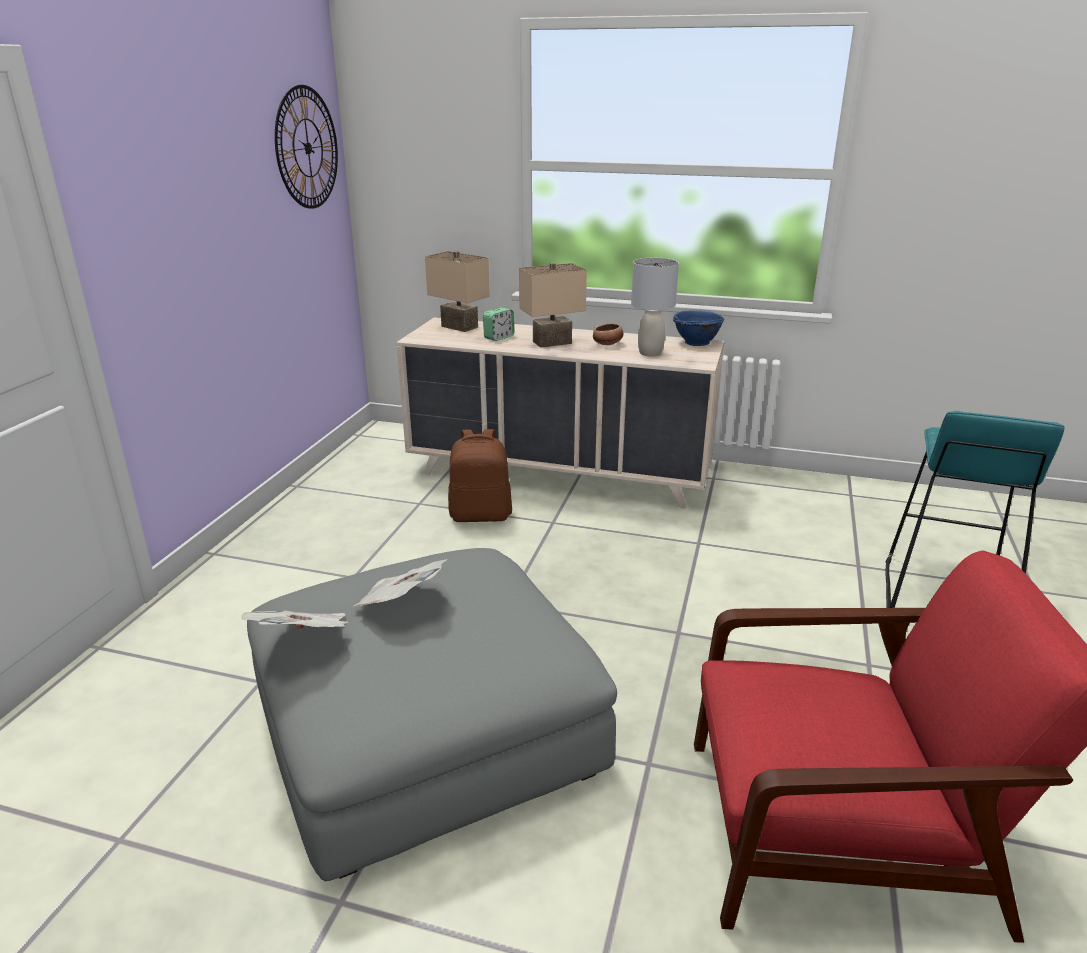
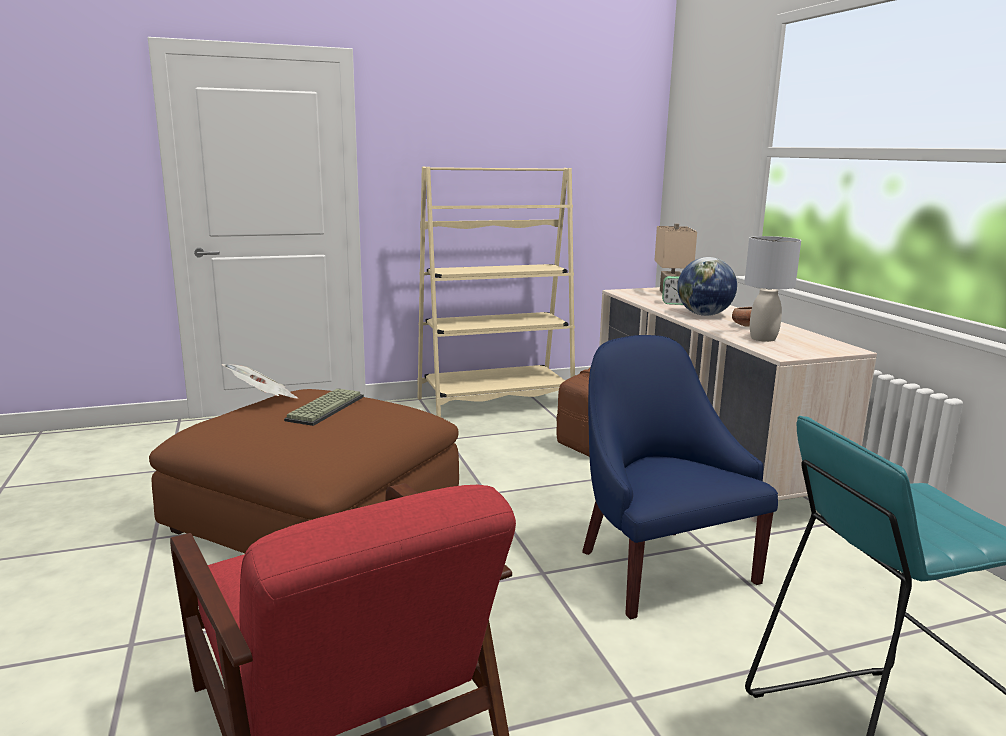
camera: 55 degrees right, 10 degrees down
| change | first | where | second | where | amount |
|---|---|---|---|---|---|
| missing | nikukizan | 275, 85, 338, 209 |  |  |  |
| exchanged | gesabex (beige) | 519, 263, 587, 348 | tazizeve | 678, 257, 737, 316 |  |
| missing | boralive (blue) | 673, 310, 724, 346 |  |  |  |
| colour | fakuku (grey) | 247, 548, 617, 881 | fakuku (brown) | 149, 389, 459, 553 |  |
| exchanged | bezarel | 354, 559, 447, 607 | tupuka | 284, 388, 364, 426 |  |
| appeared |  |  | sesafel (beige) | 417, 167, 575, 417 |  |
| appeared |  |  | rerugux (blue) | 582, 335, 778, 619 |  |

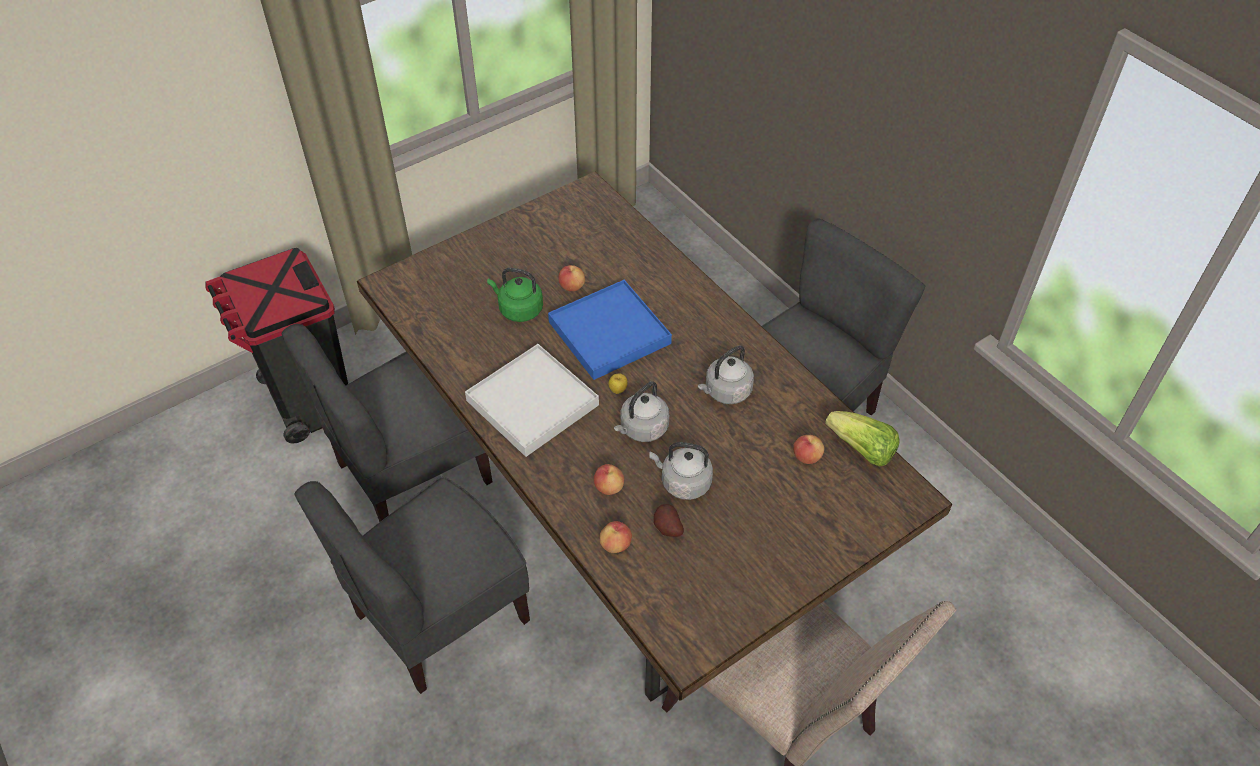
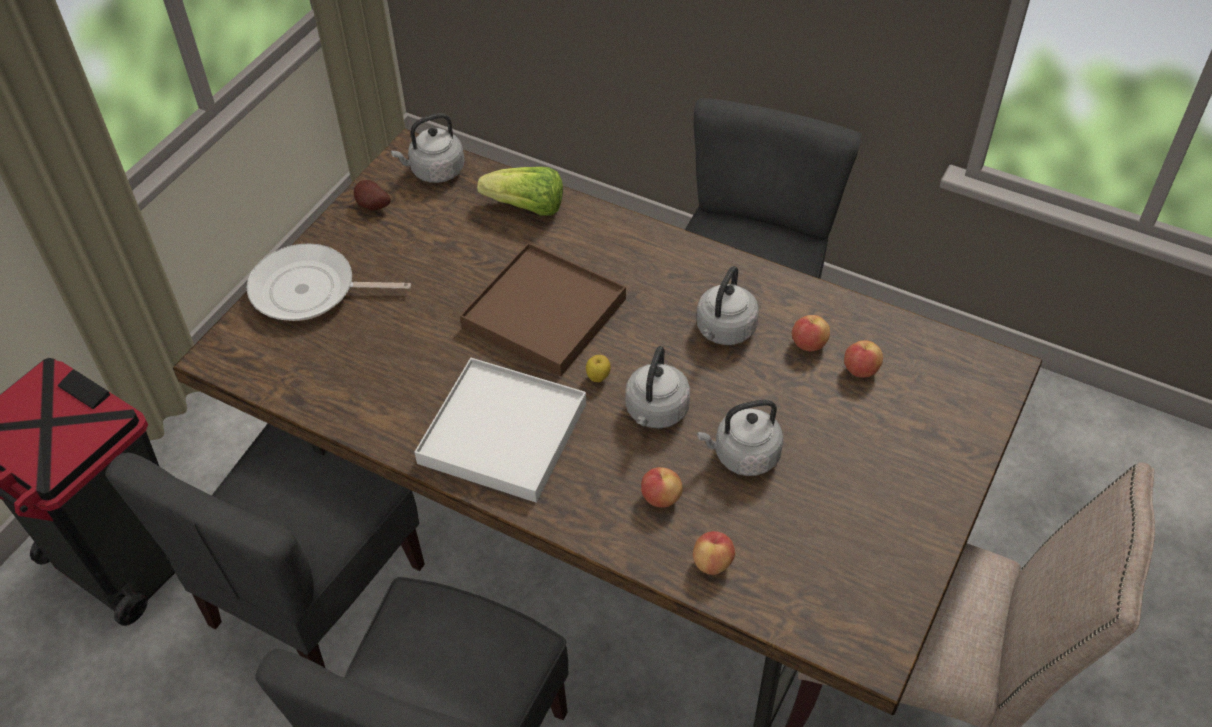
camera: 25 degrees left, 0 degrees up
| change | first | where | second | where | amount |
|---|---|---|---|---|---|
| relocated | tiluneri | 559, 265, 585, 291 |  | 792, 315, 830, 351 |  |
| missing | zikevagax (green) | 487, 268, 543, 322 |  |  |  |
| colour | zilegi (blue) | 548, 280, 672, 380 | zilegi (brown) | 460, 242, 626, 376 |  |
| relocated | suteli | 825, 411, 900, 467 |  | 477, 167, 563, 216 |  |
| relocated | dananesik | 654, 504, 684, 537 |  | 354, 180, 390, 211 |  |
| appeared |  |  | zikevagax (grey) | 391, 113, 465, 183 |  |
| appeared |  |  | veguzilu | 247, 243, 411, 321 |  |

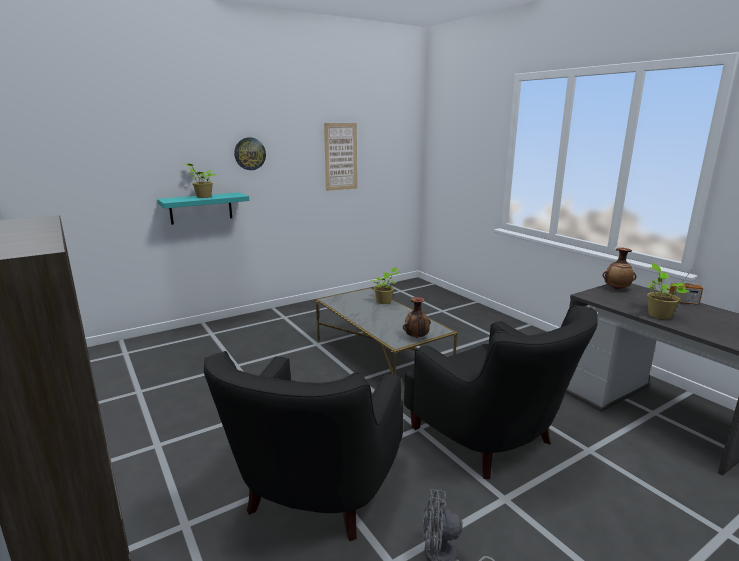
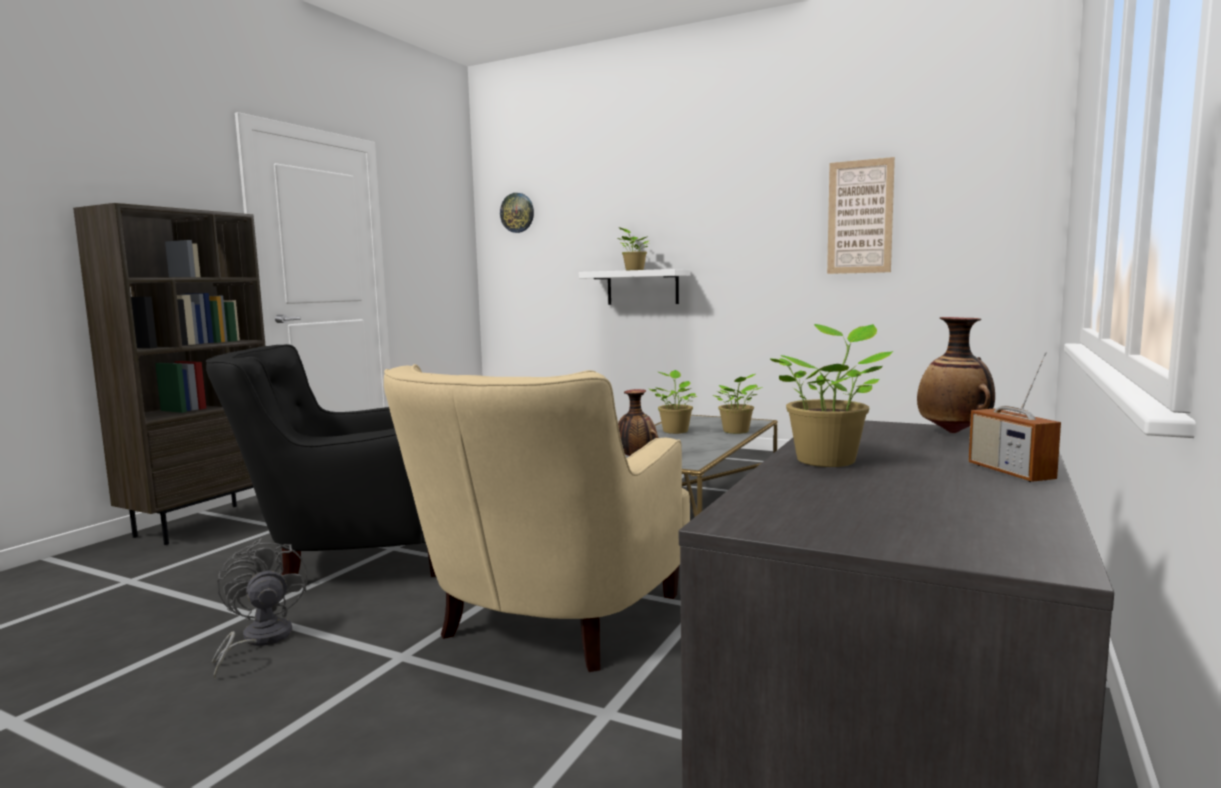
camera: 60 degrees right, 10 degrees down
| change | first | where | second | where | amount |
|---|---|---|---|---|---|
| relocated | nikukizan | 234, 137, 266, 170 |  | 500, 193, 534, 233 |  |
| colour | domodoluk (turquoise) | 157, 192, 249, 225 | domodoluk (white) | 579, 269, 691, 305 |  |
| colour | rerugux (black) | 404, 305, 598, 479 | rerugux (beige) | 384, 364, 690, 672 |  |
| appeared |  |  | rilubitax | 649, 370, 697, 434 |  |

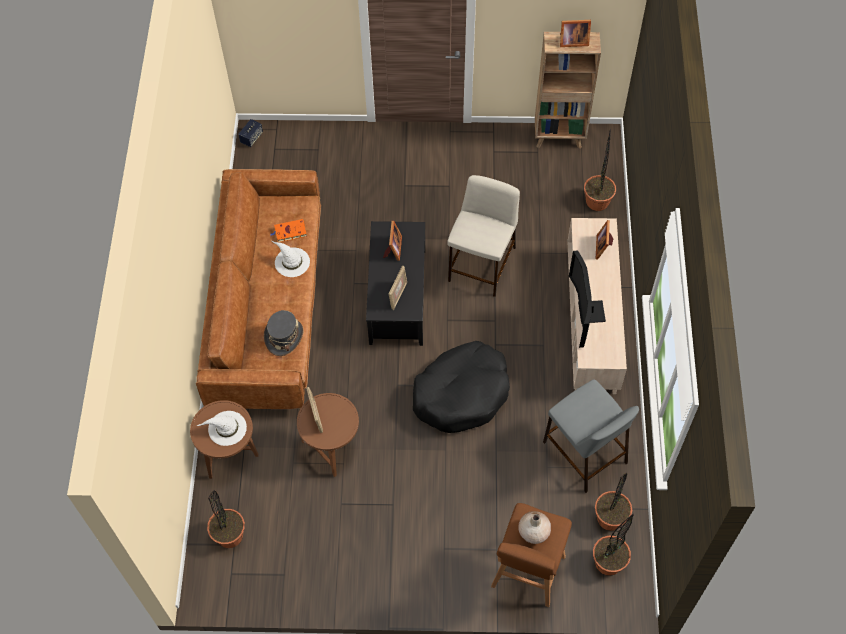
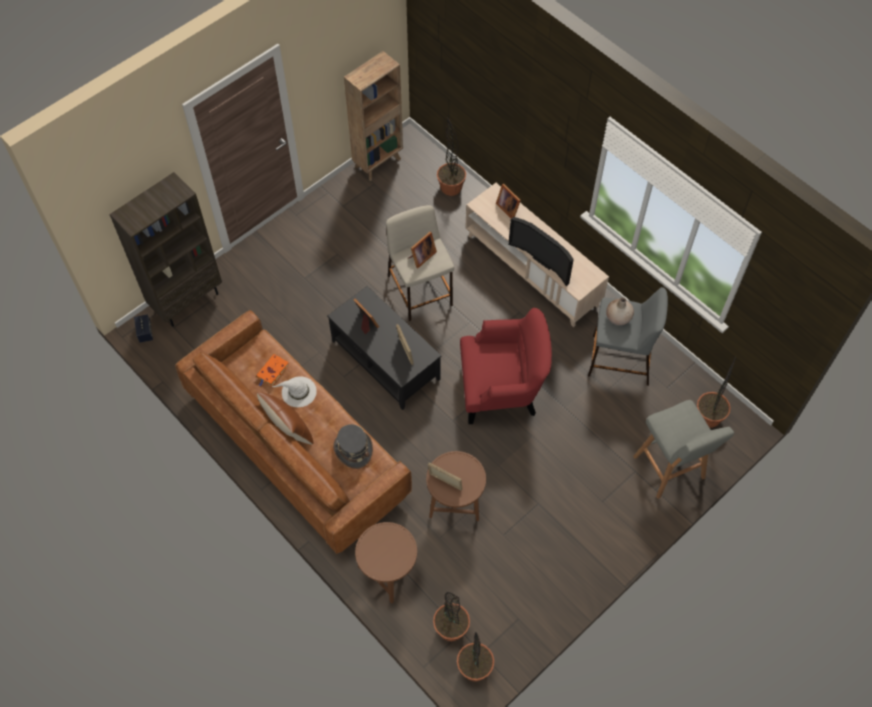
camera: 45 degrees left, 0 degrees up
| change | first | where | second | where | amount |
|---|---|---|---|---|---|
| relocated | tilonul | 560, 20, 591, 47 |  | 408, 232, 437, 268 |  |
| exchanged | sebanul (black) | 413, 341, 510, 433 | rerugux (red) | 460, 308, 552, 424 |  |
| missing | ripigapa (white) | 197, 411, 247, 446 |  |  |  |
| relocated | rilubitax | 595, 473, 632, 531 |  | 457, 632, 494, 682 |  |
| colour | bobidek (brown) | 491, 503, 572, 607 | bobidek (grey) | 633, 400, 734, 499 |  |
| relocated | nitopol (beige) | 518, 511, 551, 544 |  | 606, 297, 634, 325 |  |
| appeared |  |  | sesafel (brown) | 109, 172, 222, 327 |  |
| appeared |  |  | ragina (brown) | 257, 392, 313, 444 |  |

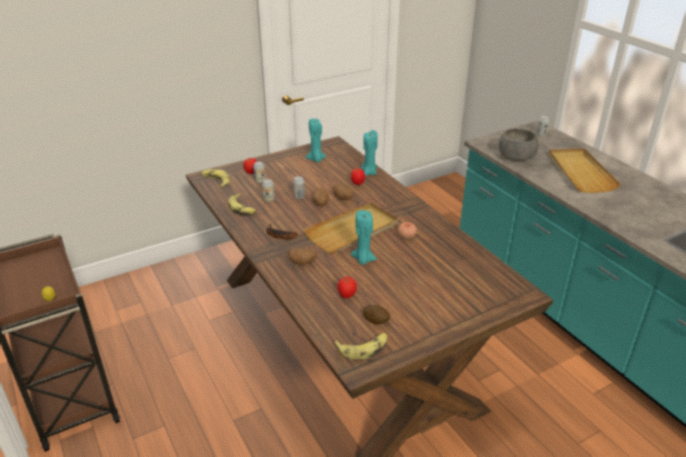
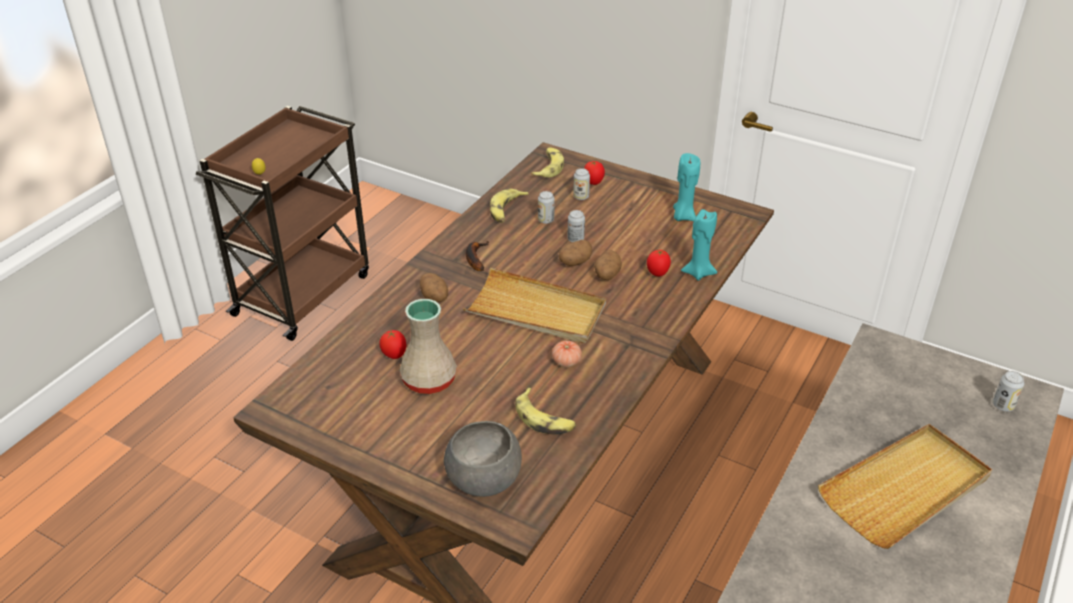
camera: 60 degrees right, 5 degrees up
| change | first | where | second | where | amount |
|---|---|---|---|---|---|
| relocated | boralive (grey) | 499, 128, 539, 161 |  | 444, 421, 522, 497 |  |
| missing | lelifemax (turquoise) | 351, 210, 377, 265 |  |  |  |
| missing | dananesik | 363, 305, 390, 325 |  |  |  |
| relocated | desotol | 334, 333, 387, 359 |  | 515, 388, 576, 434 |  |
| appeared |  |  | nitopol (beige) | 400, 299, 457, 394 |  |

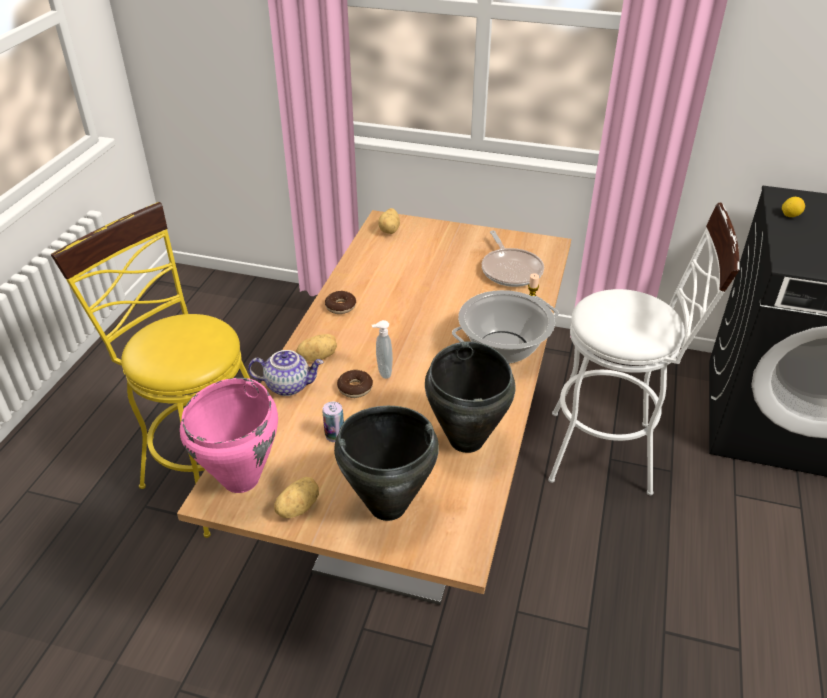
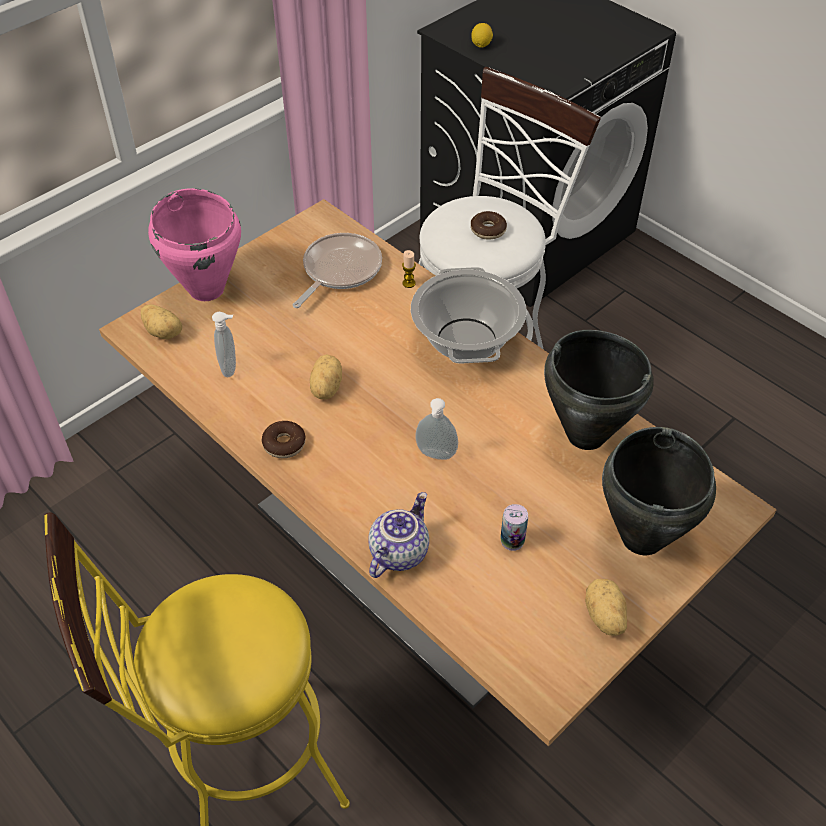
camera: 60 degrees left, 10 degrees up
| change | first | where | second | where | amount |
|---|---|---|---|---|---|
| spun | veguzilu | 482, 231, 544, 287 |  | 293, 233, 382, 308 | 75 degrees counterclockwise |
| relocated | dananesik | 296, 334, 337, 361 |  | 310, 354, 342, 399 |  |
| relocated | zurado | 337, 370, 373, 398 |  | 471, 211, 507, 239 |  |
| relocated | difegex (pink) | 180, 378, 278, 493 |  | 148, 188, 241, 301 |  |
| appeared |  |  | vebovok | 212, 312, 236, 377 |  |

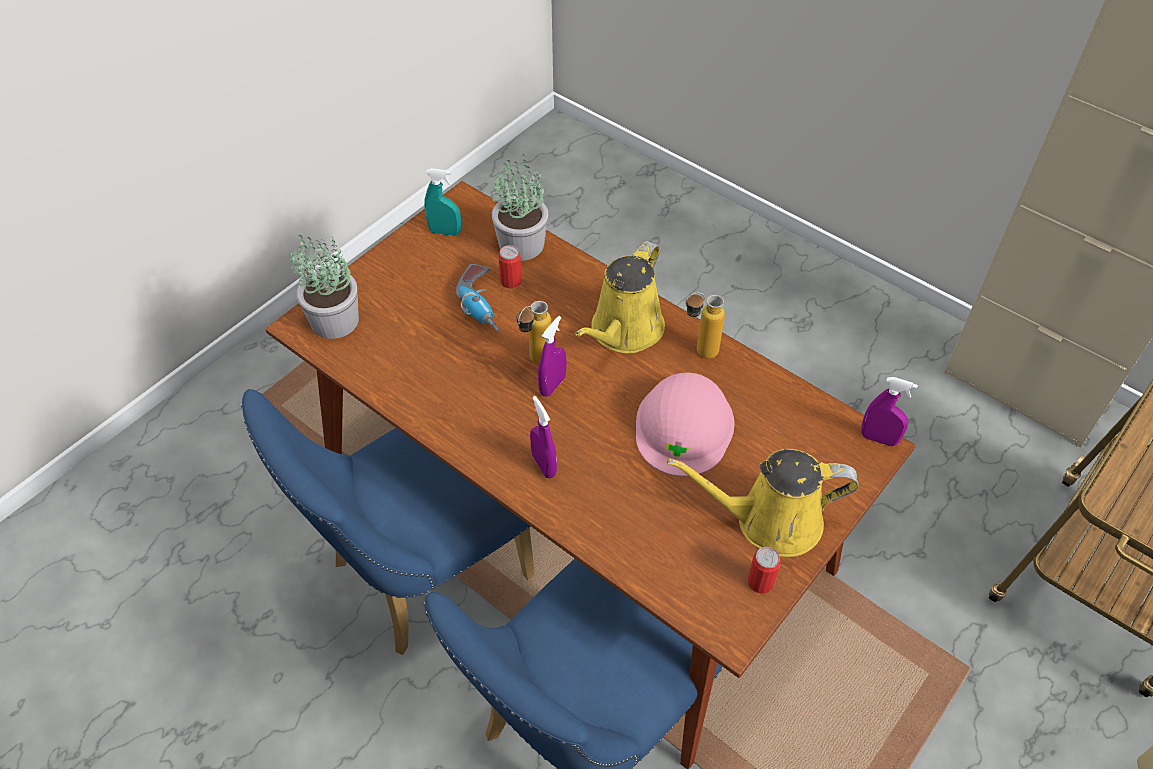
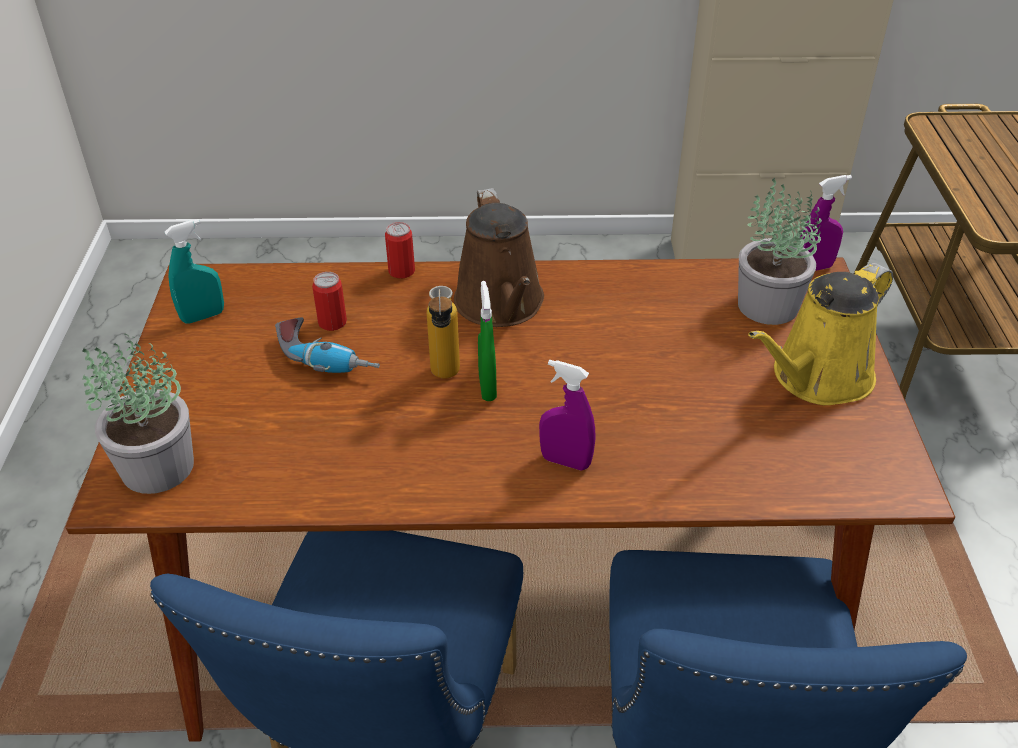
camera: 40 degrees left, 10 degrees down
| change | first | where | second | where | amount |
|---|---|---|---|---|---|
| relocated | rilubitax | 492, 154, 548, 261 |  | 738, 178, 822, 325 |  |
| colour | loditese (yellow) | 575, 241, 665, 353 | loditese (brown) | 454, 188, 544, 327 |  |
| missing | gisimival | 685, 293, 725, 359 |  |  |  |
| colour | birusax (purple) | 538, 316, 566, 397 | birusax (green) | 478, 281, 497, 401 |  |
| missing | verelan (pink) | 636, 372, 735, 477 |  |  |  |
| relocated | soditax | 748, 547, 781, 594 |  | 385, 222, 415, 279 |  |

